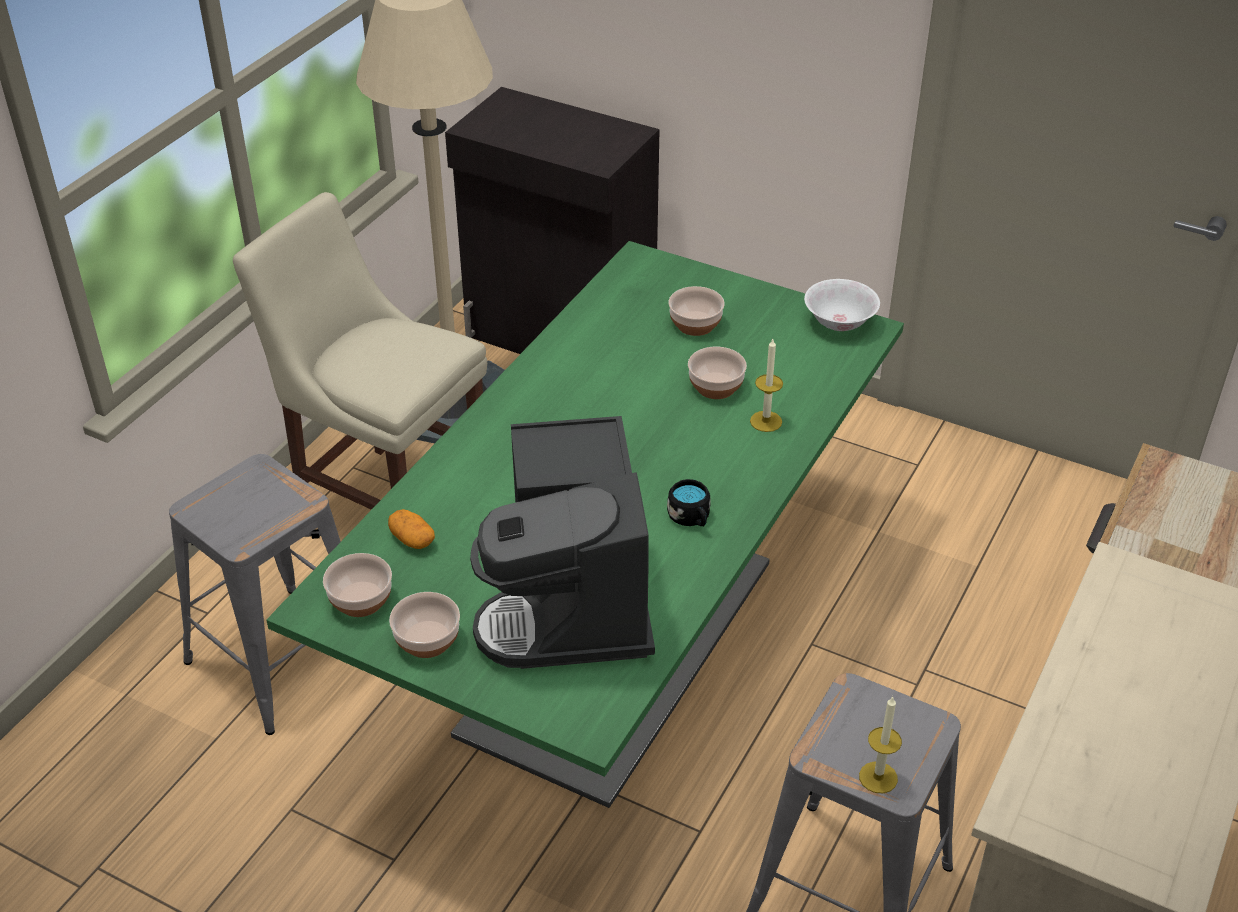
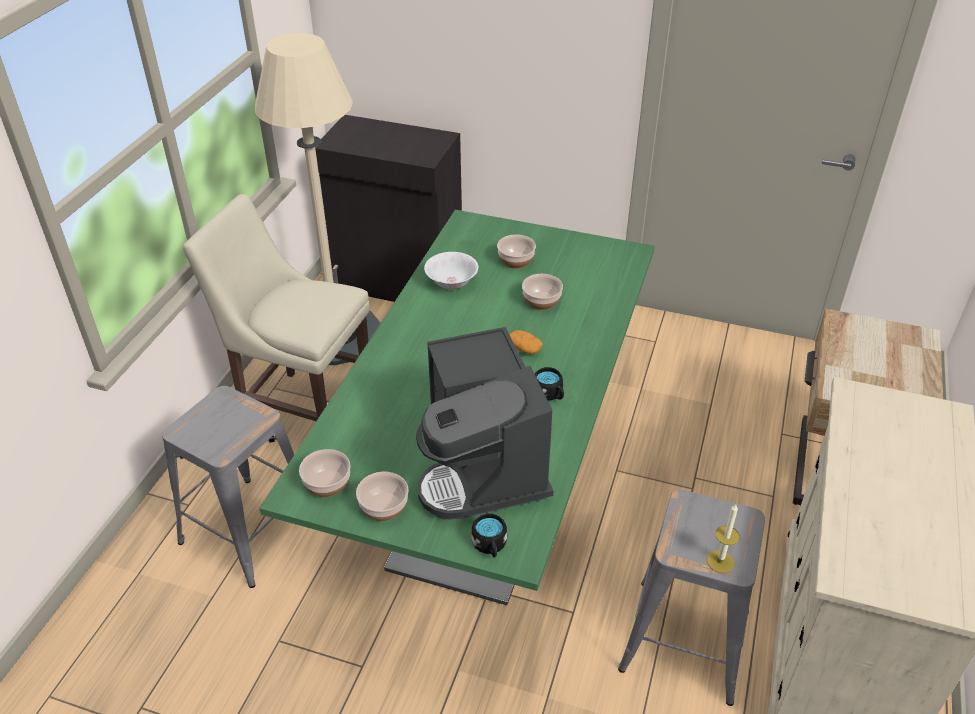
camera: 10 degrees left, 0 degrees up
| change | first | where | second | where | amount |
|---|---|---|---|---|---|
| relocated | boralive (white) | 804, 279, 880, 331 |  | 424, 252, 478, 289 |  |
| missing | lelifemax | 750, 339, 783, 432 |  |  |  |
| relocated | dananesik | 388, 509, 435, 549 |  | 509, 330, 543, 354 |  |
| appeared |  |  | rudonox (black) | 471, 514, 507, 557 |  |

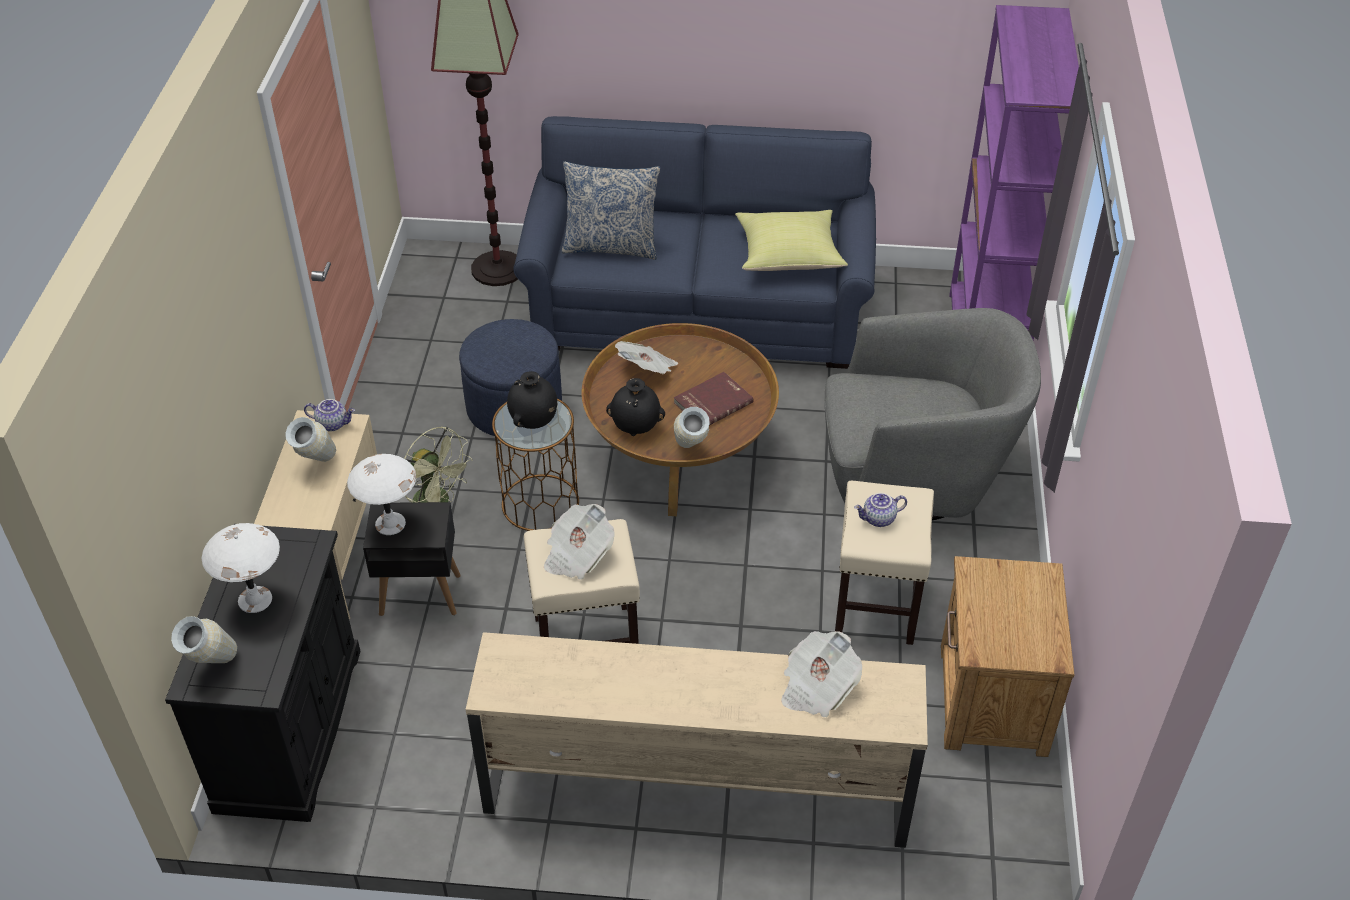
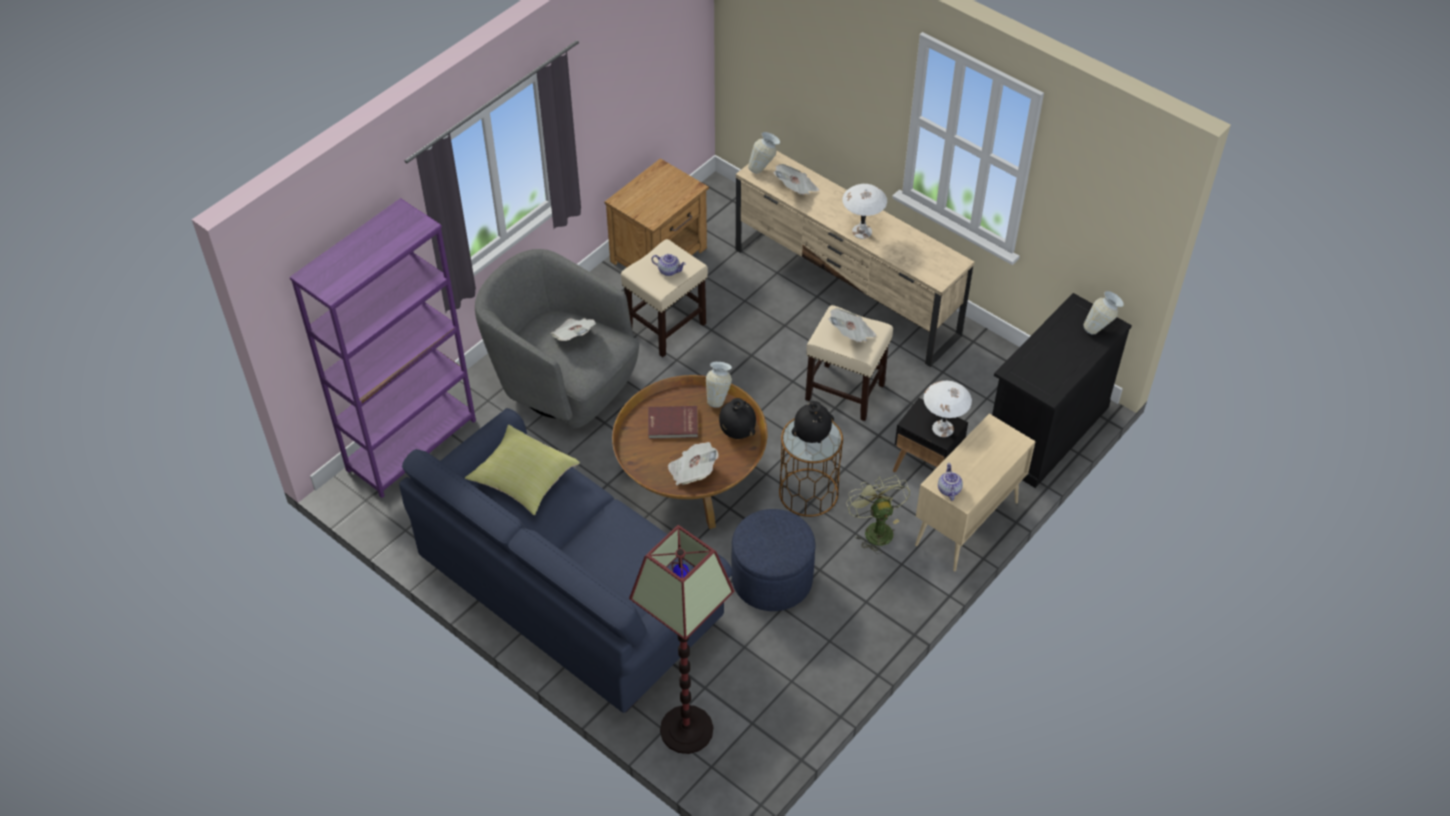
camera: 145 degrees left, 5 degrees up
| change | first | where | second | where | amount |
|---|---|---|---|---|---|
| missing | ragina | 561, 161, 660, 260 |  |  |  |
| spun | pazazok | 304, 399, 355, 432 |  | 938, 463, 963, 501 | 45 degrees clockwise |
| relocated | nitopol | 285, 417, 336, 462 |  | 748, 132, 780, 174 |  |
| relocated | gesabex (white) | 202, 523, 280, 613 |  | 842, 184, 887, 239 |  |
| appeared |  |  | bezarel | 551, 318, 596, 341 |  |

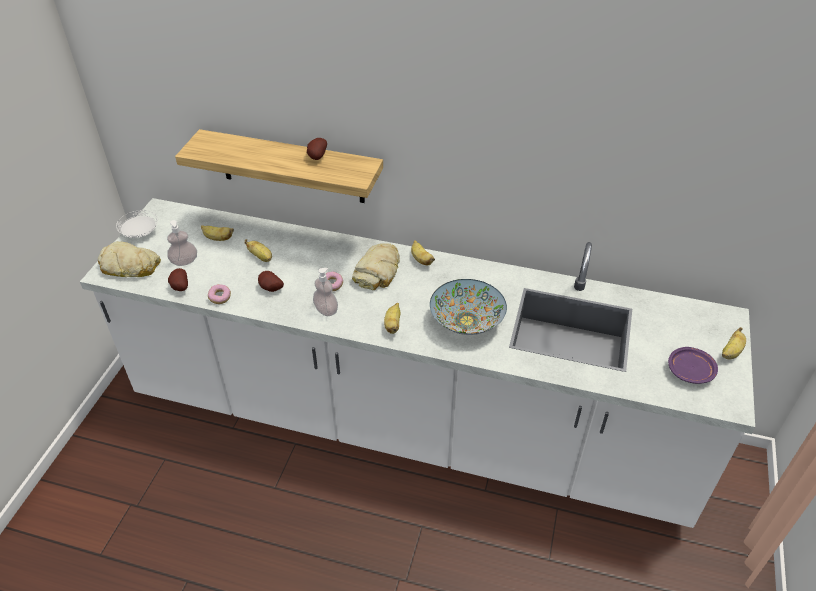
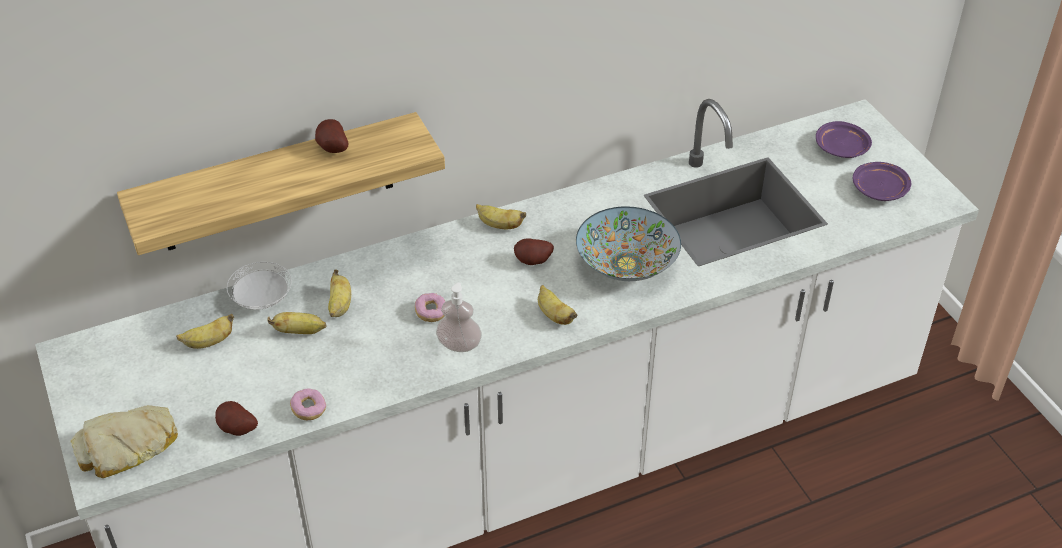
camera: 40 degrees left, 0 degrees up
| change | first | where | second | where | amount |
|---|---|---|---|---|---|
| relocated | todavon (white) | 116, 210, 158, 238 |  | 227, 262, 292, 310 |  |
| missing | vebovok | 167, 220, 197, 266 |  |  |  |
| missing | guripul | 352, 243, 400, 290 |  |  |  |
| relocated | dananesik | 258, 271, 284, 292 |  | 514, 238, 554, 265 |  |
| relocated | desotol | 722, 327, 746, 359 |  | 328, 269, 351, 317 |  |
| appeared |  |  | todavon (purple) | 816, 121, 872, 158 |  |

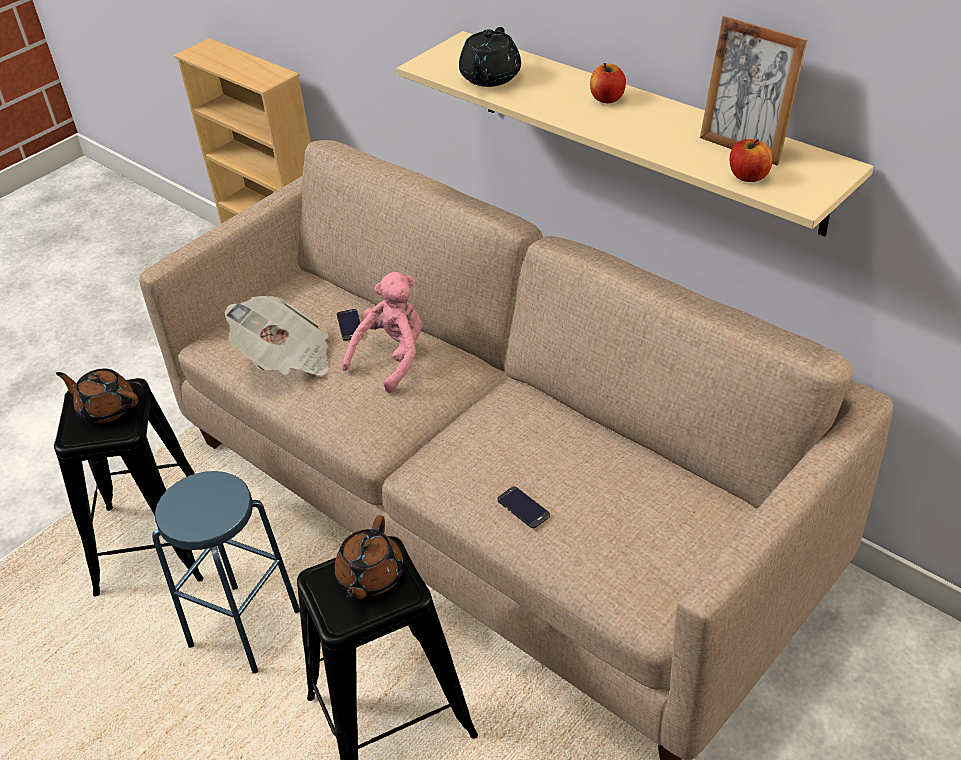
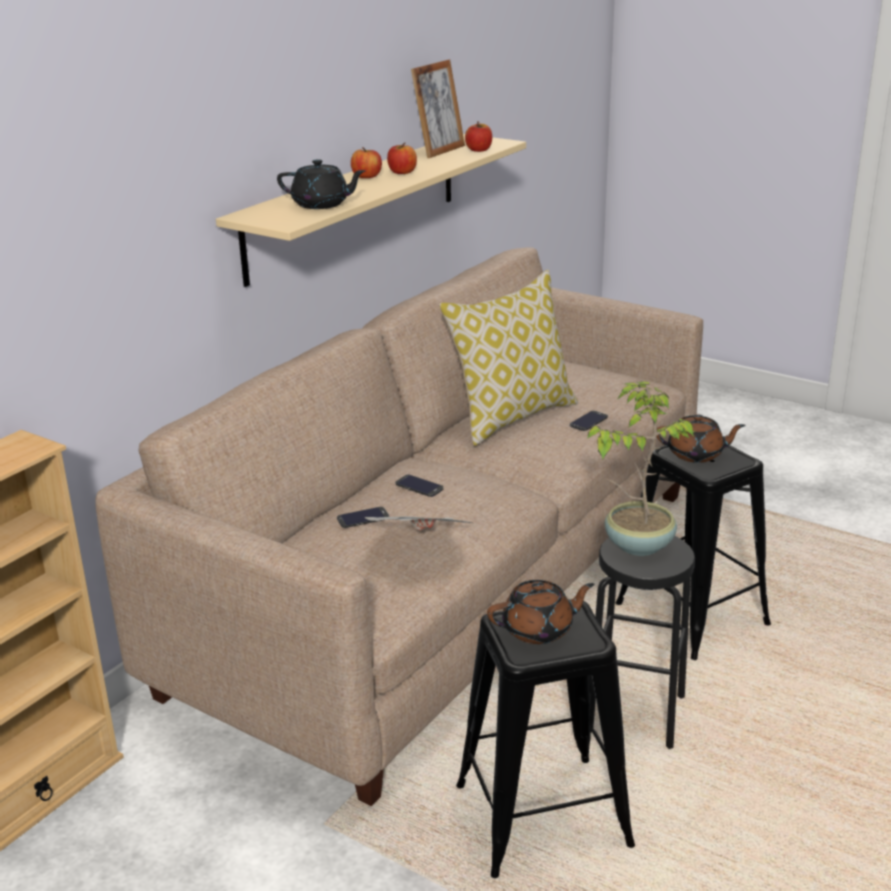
camera: 100 degrees left, 15 degrees down
| change | first | where | second | where | amount |
|---|---|---|---|---|---|
| exchanged | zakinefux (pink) | 342, 272, 422, 393 | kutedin | 395, 475, 444, 497 |  |
| spun | pazazok (brown) | 56, 369, 138, 423 |  | 487, 580, 595, 644 | 120 degrees counterclockwise |
| colour | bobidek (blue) | 152, 471, 300, 674 | bobidek (black) | 591, 536, 695, 749 |  |
| appeared |  |  | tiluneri | 387, 142, 417, 174 |  |
| appeared |  |  | ragina | 439, 270, 578, 446 |  |
| appeared |  |  | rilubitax | 587, 381, 696, 556 |  |

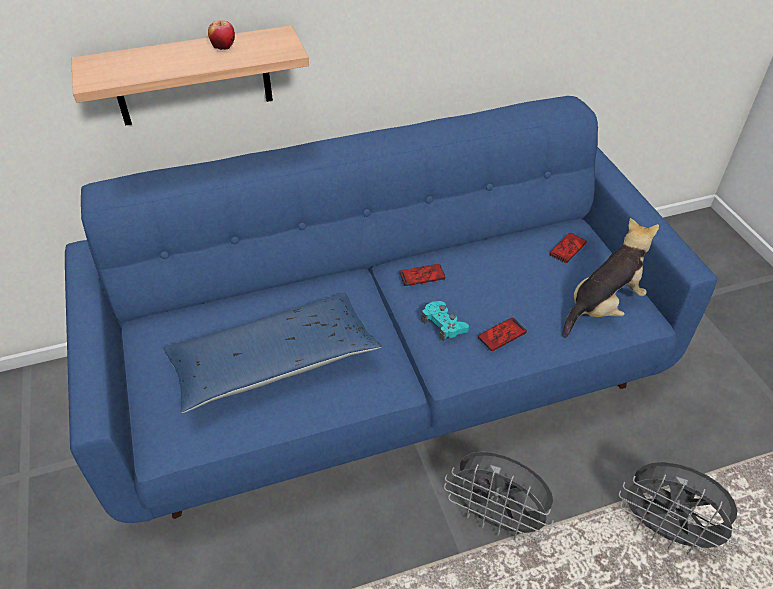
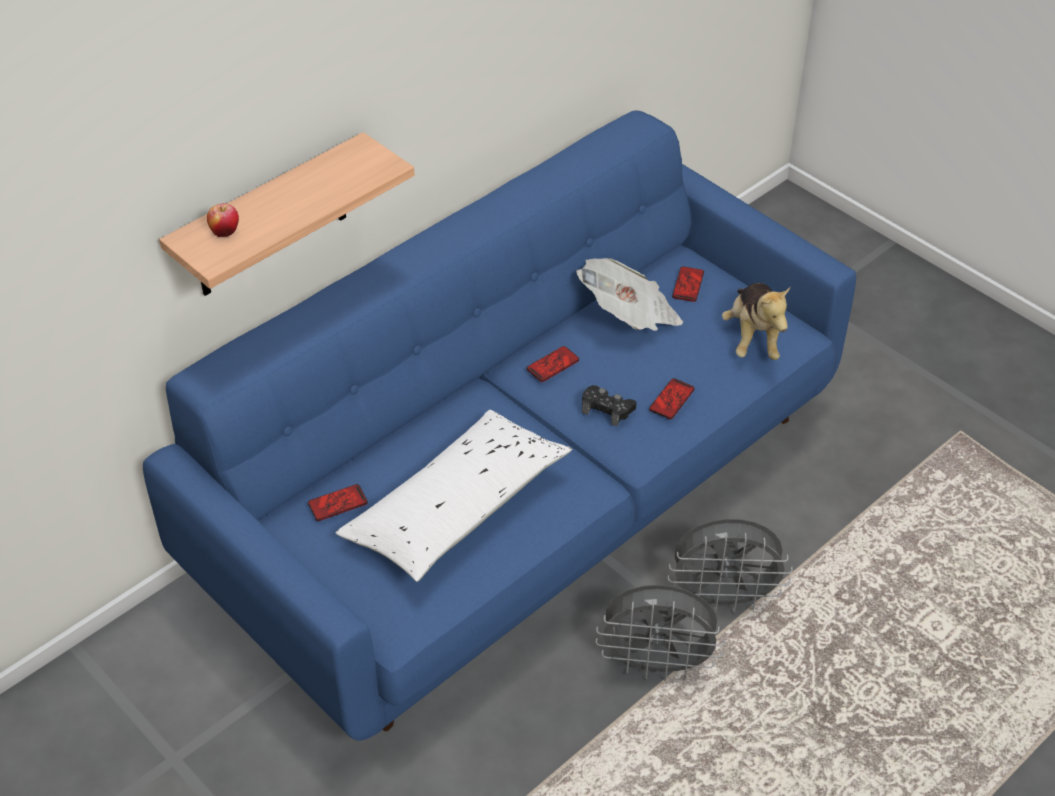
camera: 25 degrees left, 0 degrees up
| change | first | where | second | where | amount |
|---|---|---|---|---|---|
| relocated | tiluneri | 208, 20, 235, 50 |  | 207, 203, 239, 237 |  |
| spun | zakinefux | 562, 218, 659, 338 |  | 722, 283, 790, 360 | 150 degrees clockwise |
| colour | ragina (blue) | 164, 293, 382, 413 | ragina (white) | 336, 410, 573, 582 |  |
| colour | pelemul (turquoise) | 422, 301, 469, 341 | pelemul (black) | 582, 385, 636, 426 |  |
| relocated | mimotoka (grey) | 619, 462, 740, 556 |  | 596, 585, 725, 681 |  |
| appeared |  |  | bezarel | 576, 258, 683, 331 |  |
| appeared |  |  | kutedin | 308, 484, 368, 521 |  |

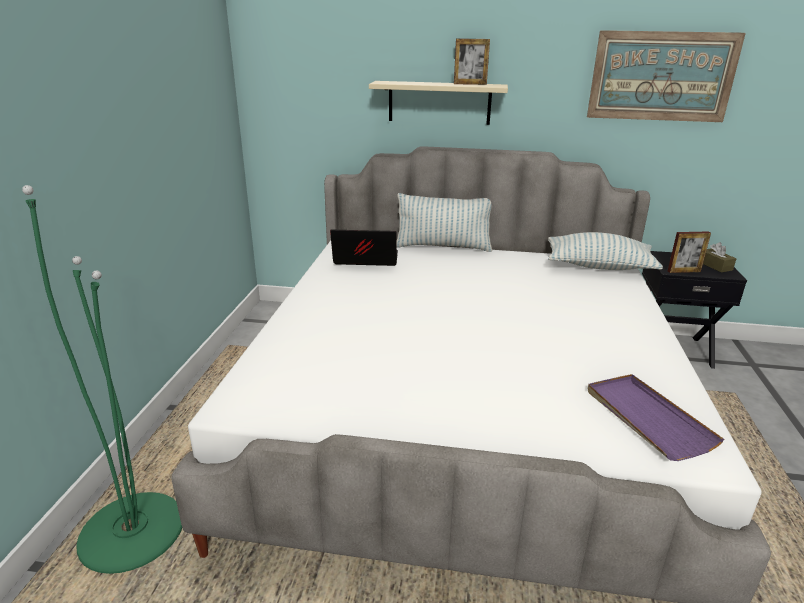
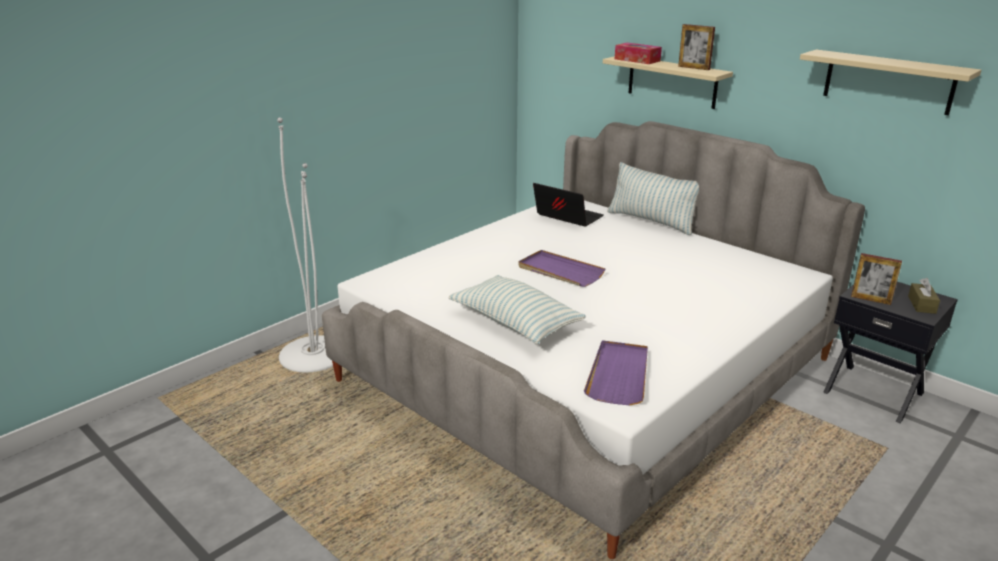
camera: 35 degrees right, 0 degrees up
| change | first | where | second | where | amount |
|---|---|---|---|---|---|
| exchanged | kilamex | 587, 30, 746, 122 | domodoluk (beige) | 800, 49, 982, 115 |  |
| colour | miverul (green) | 22, 185, 182, 574 | miverul (white) | 277, 117, 333, 373 |  |
| relocated | ragina | 548, 232, 663, 270 |  | 448, 275, 586, 344 |  |
| appeared |  |  | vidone | 615, 43, 662, 64 |  |
| appeared |  |  | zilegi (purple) | 518, 250, 606, 287 |  |

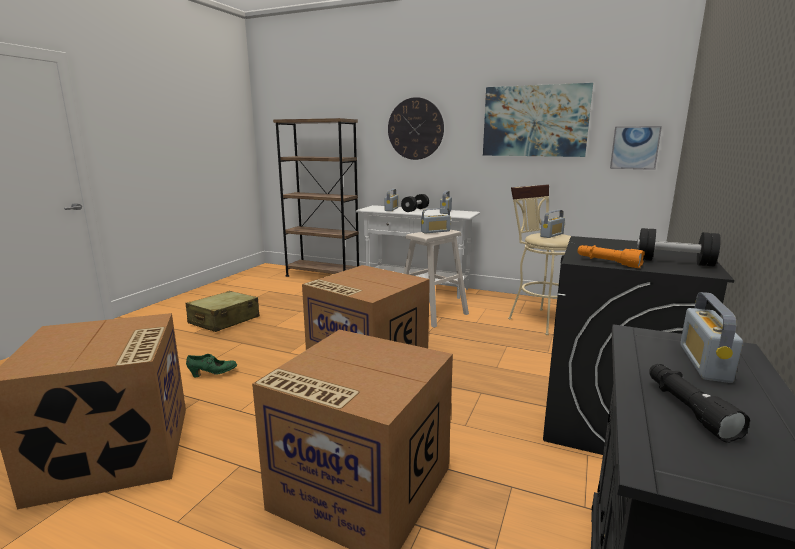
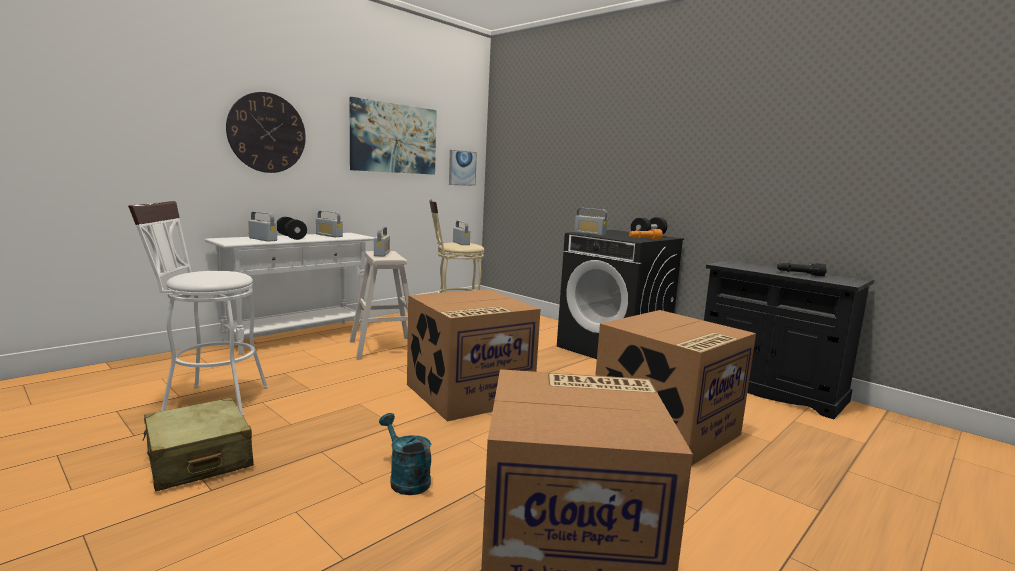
camera: 70 degrees left, 5 degrees down
| change | first | where | second | where | amount |
|---|---|---|---|---|---|
| missing | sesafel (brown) | 273, 118, 359, 277 |  |  |  |
| relocated | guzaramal | 680, 292, 743, 383 |  | 574, 208, 608, 236 |  |
| exchanged | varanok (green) | 186, 354, 237, 377 | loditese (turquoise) | 379, 413, 431, 495 |  |
| appeared |  |  | bobidek (white) | 128, 201, 268, 416 |  |

